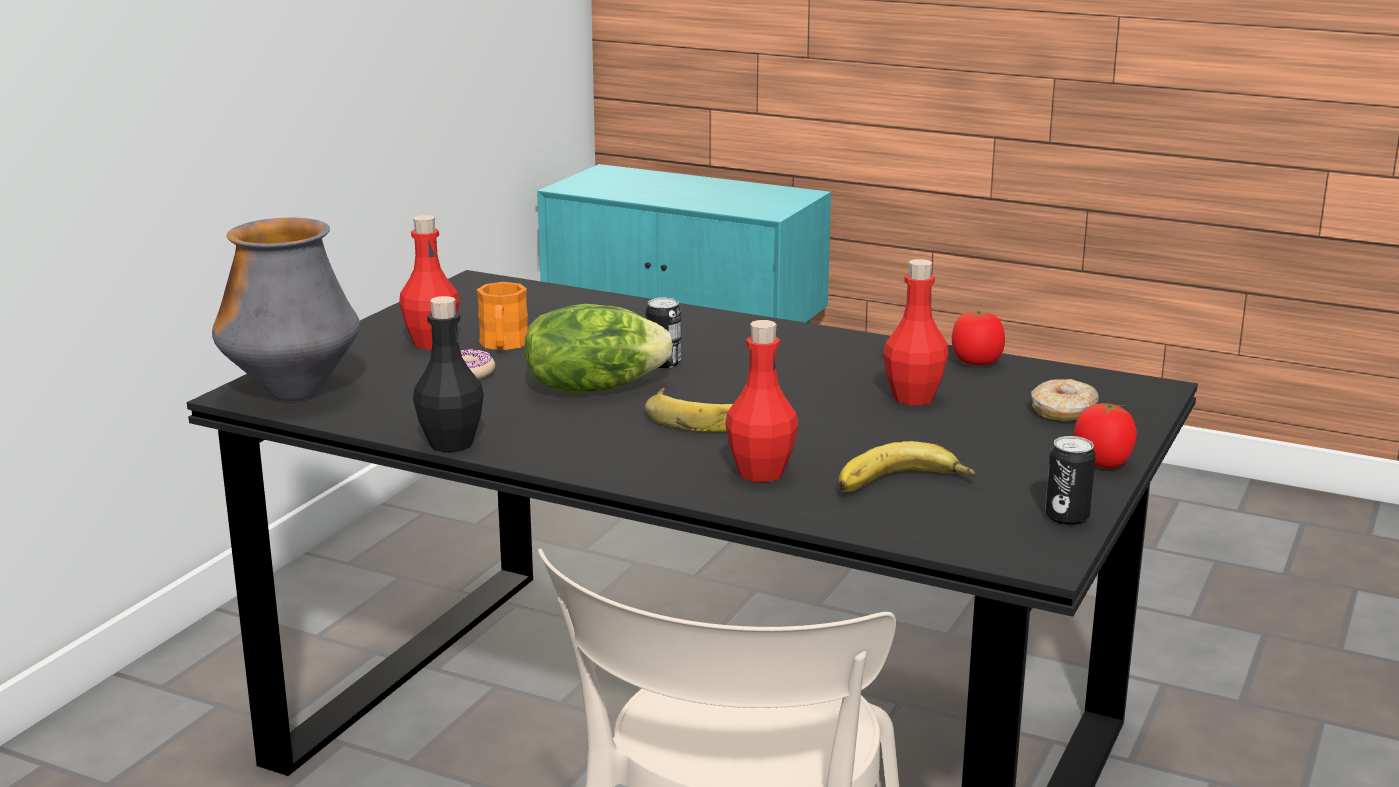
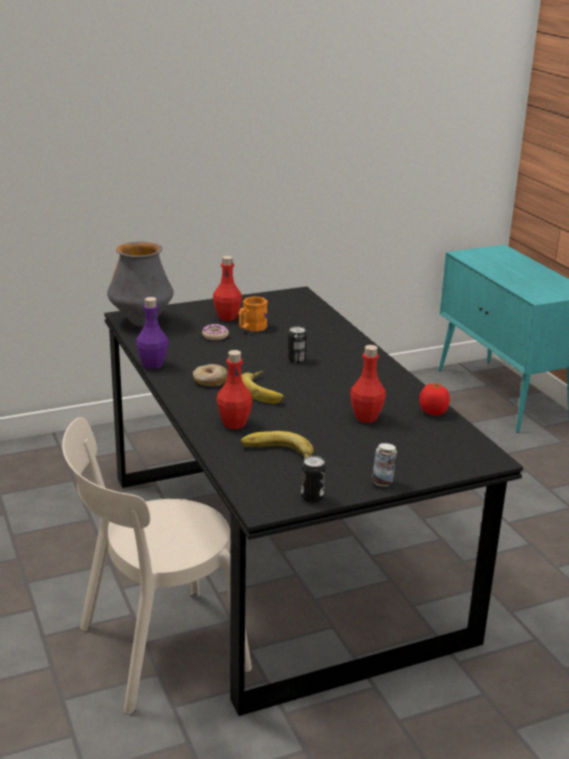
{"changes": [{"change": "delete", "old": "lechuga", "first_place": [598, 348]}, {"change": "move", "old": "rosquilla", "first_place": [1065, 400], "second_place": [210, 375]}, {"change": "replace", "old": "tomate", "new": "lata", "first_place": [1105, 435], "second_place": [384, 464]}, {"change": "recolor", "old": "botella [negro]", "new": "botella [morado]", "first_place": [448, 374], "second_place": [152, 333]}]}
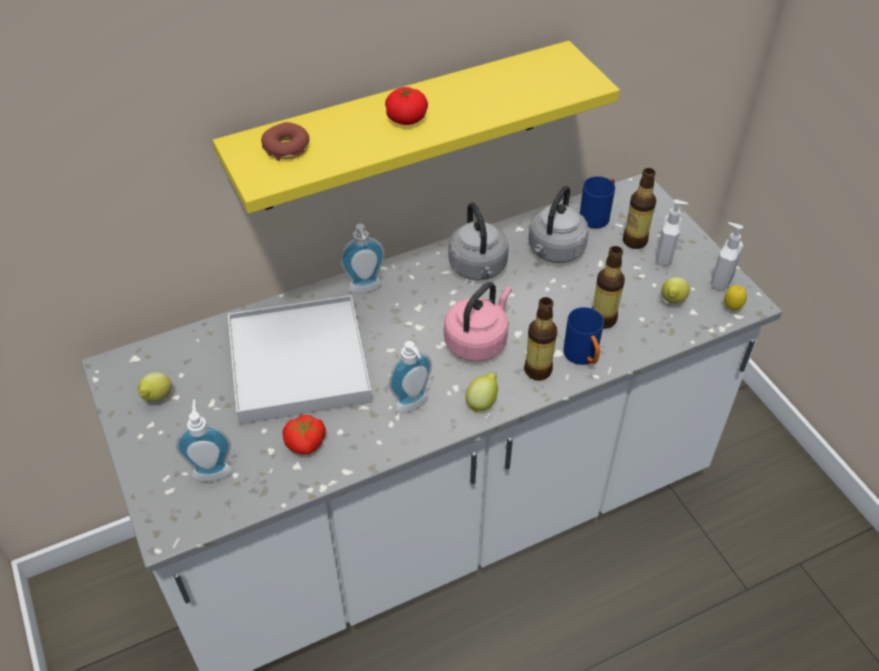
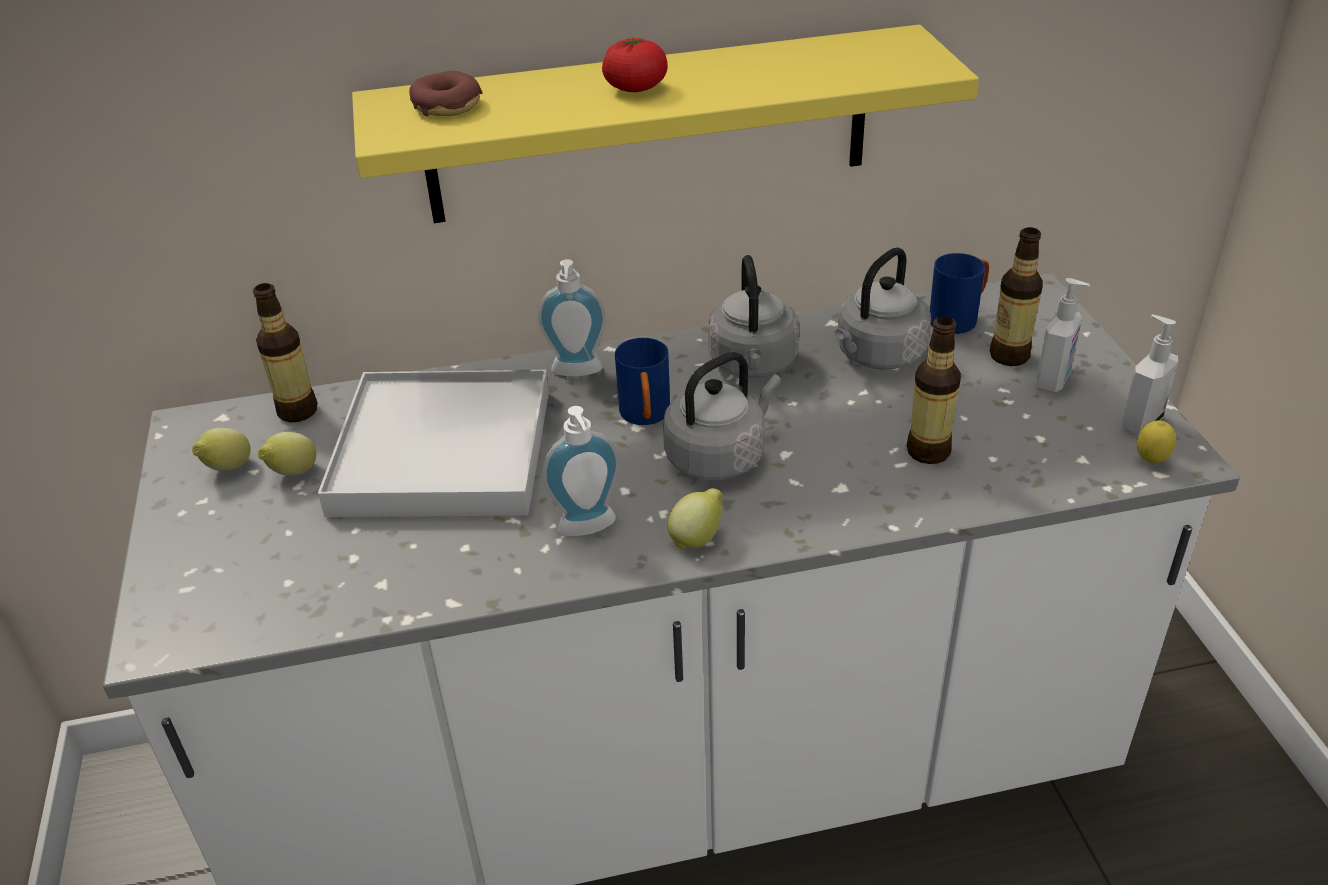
{"changes": [{"change": "delete", "old": "dispensador de jabón", "first_place": [204, 440]}, {"change": "delete", "old": "tomate", "first_place": [304, 435]}, {"change": "move", "old": "botella", "first_place": [540, 338], "second_place": [285, 352]}, {"change": "move", "old": "taza grande [azul]", "first_place": [583, 336], "second_place": [642, 381]}, {"change": "move", "old": "limón", "first_place": [675, 290], "second_place": [287, 454]}, {"change": "recolor", "old": "hervidor [rosa]", "new": "hervidor [gris]", "first_place": [478, 322], "second_place": [722, 416]}]}
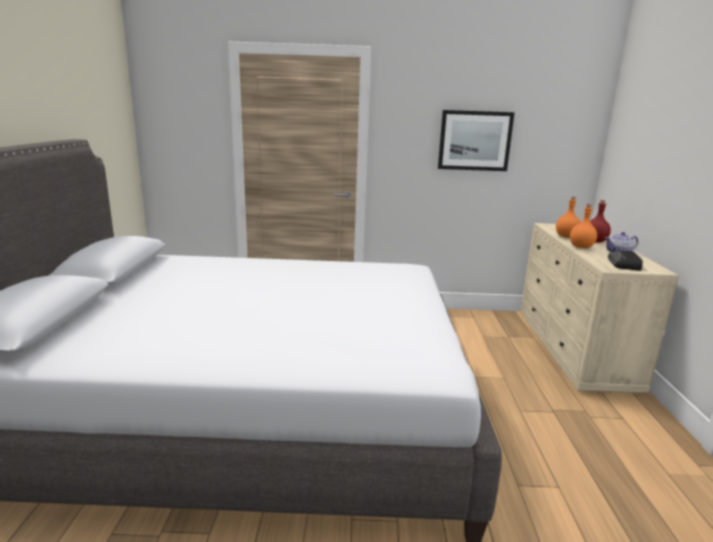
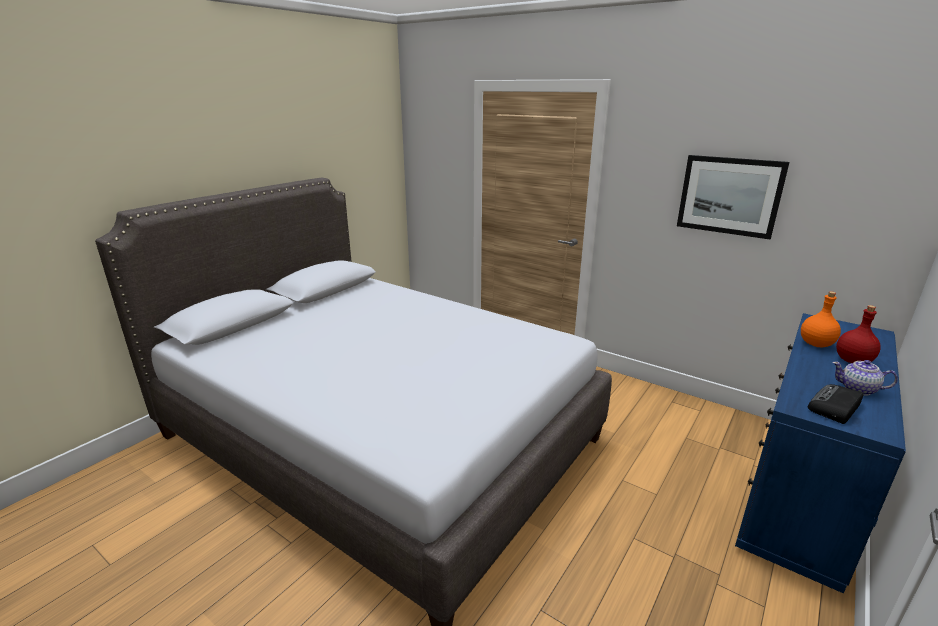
{"changes": [{"change": "delete", "old": "botella [naranja]", "first_place": [583, 226]}, {"change": "recolor", "old": "cómoda [beis]", "new": "cómoda [azul]", "first_place": [600, 308], "second_place": [820, 453]}]}
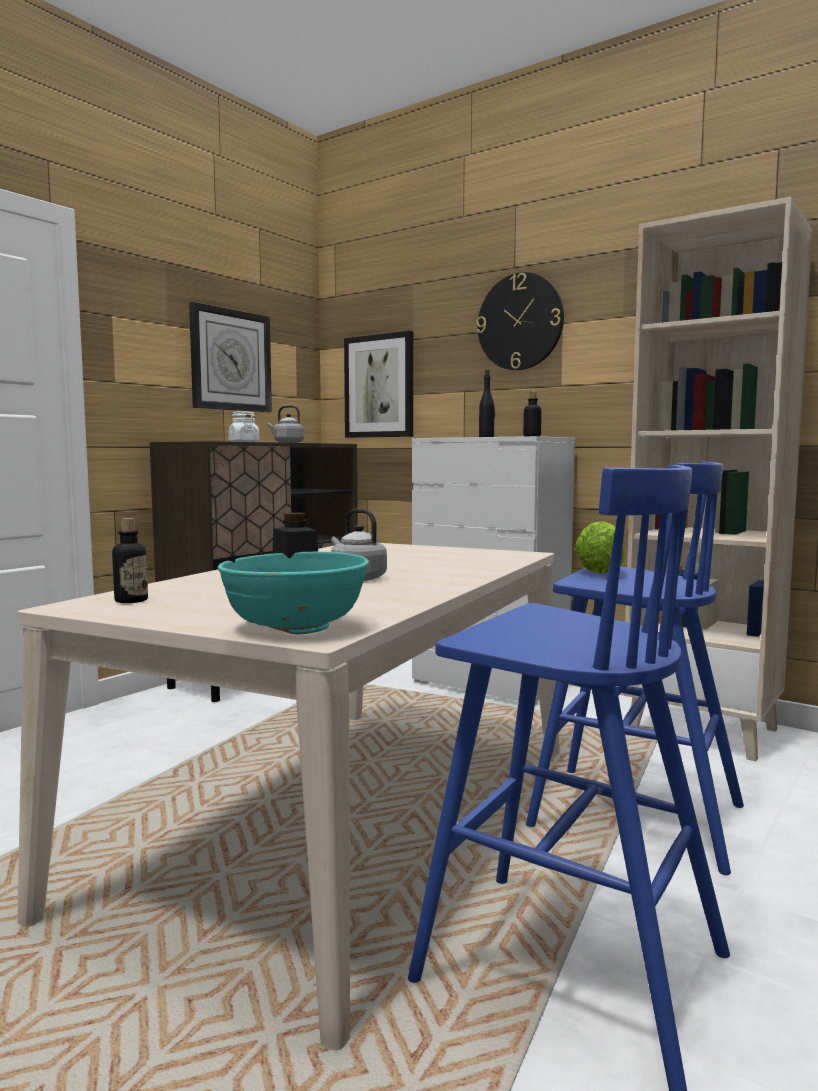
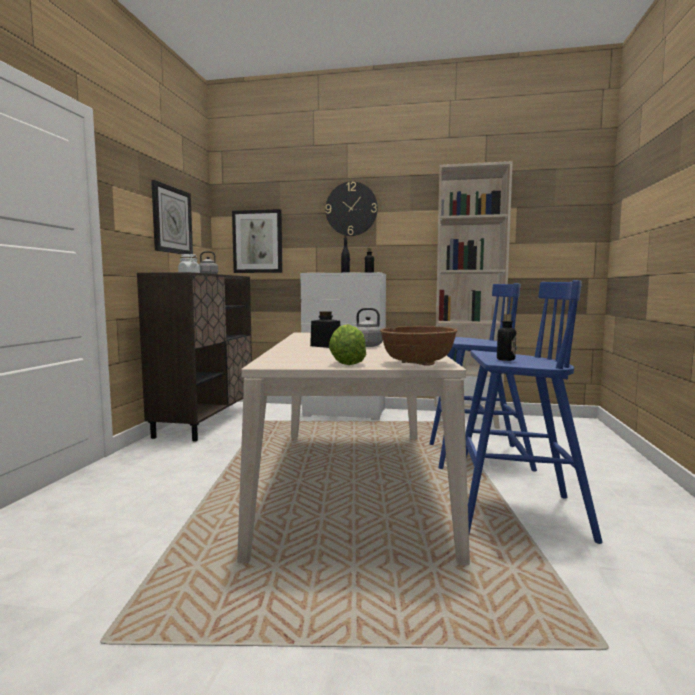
{"changes": [{"change": "move", "old": "botella", "first_place": [130, 560], "second_place": [506, 337]}, {"change": "move", "old": "lechuga", "first_place": [600, 547], "second_place": [348, 344]}, {"change": "recolor", "old": "cuenco [turquesa]", "new": "cuenco [marrón]", "first_place": [293, 593], "second_place": [418, 345]}]}
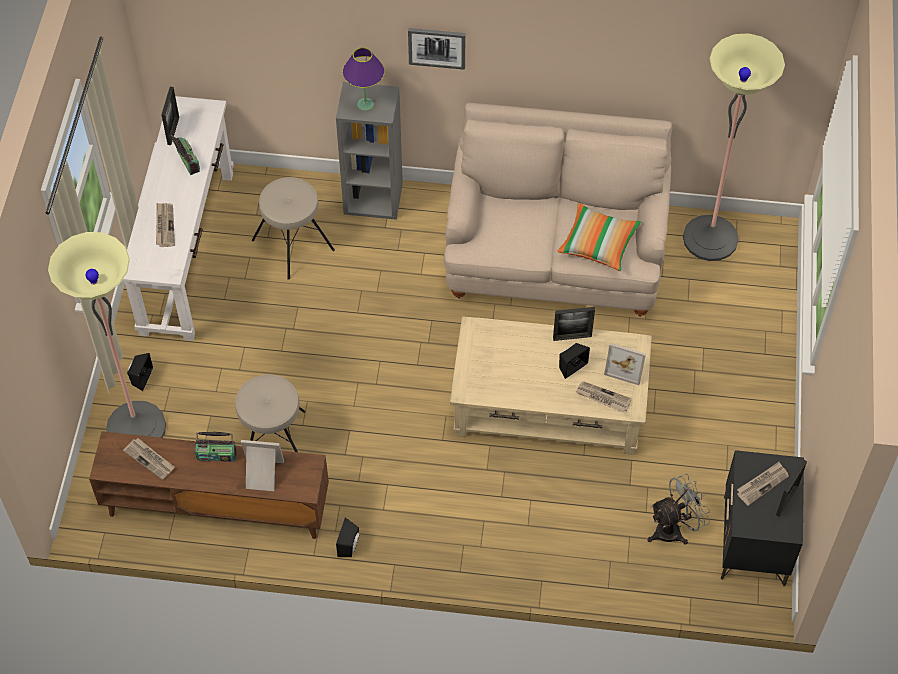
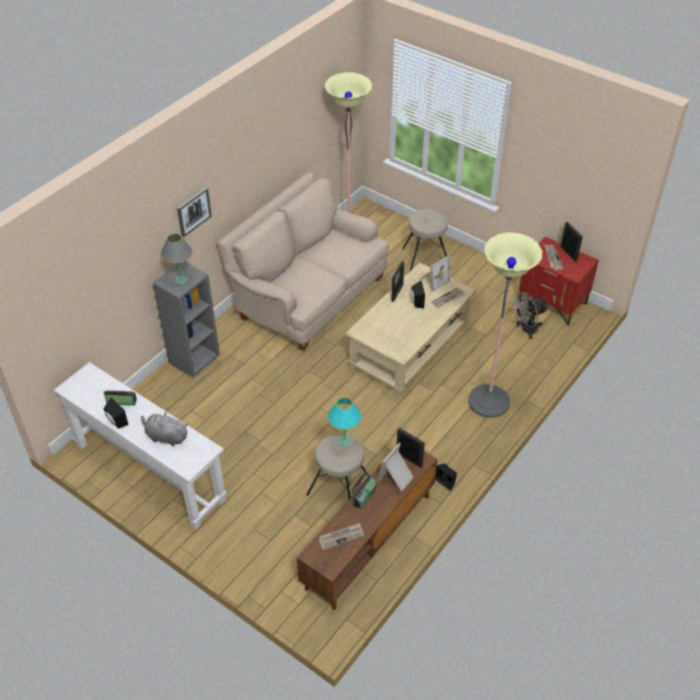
{"changes": [{"change": "delete", "old": "cojín", "first_place": [599, 237]}, {"change": "insert", "new": "lámpara de mesa [turquesa]", "second_place": [345, 422]}, {"change": "move", "old": "lámpara de pie", "first_place": [107, 335], "second_place": [505, 325]}, {"change": "move", "old": "altavoz [negro]", "first_place": [140, 372], "second_place": [116, 413]}, {"change": "move", "old": "portarretratos", "first_place": [170, 116], "second_place": [410, 448]}, {"change": "move", "old": "taburete [beis]", "first_place": [293, 228], "second_place": [425, 240]}, {"change": "replace", "old": "periódico", "new": "peluche [gris]", "first_place": [165, 225], "second_place": [164, 429]}, {"change": "recolor", "old": "lámpara de mesa [morado]", "new": "lámpara de mesa [gris]", "first_place": [363, 79], "second_place": [177, 258]}, {"change": "recolor", "old": "mesita de noche [negro]", "new": "mesita de noche [rojo]", "first_place": [762, 518], "second_place": [559, 281]}, {"change": "rotate", "old": "ventilador [gris]", "first_place": [678, 509], "second_place": [529, 315], "degrees": -120}]}
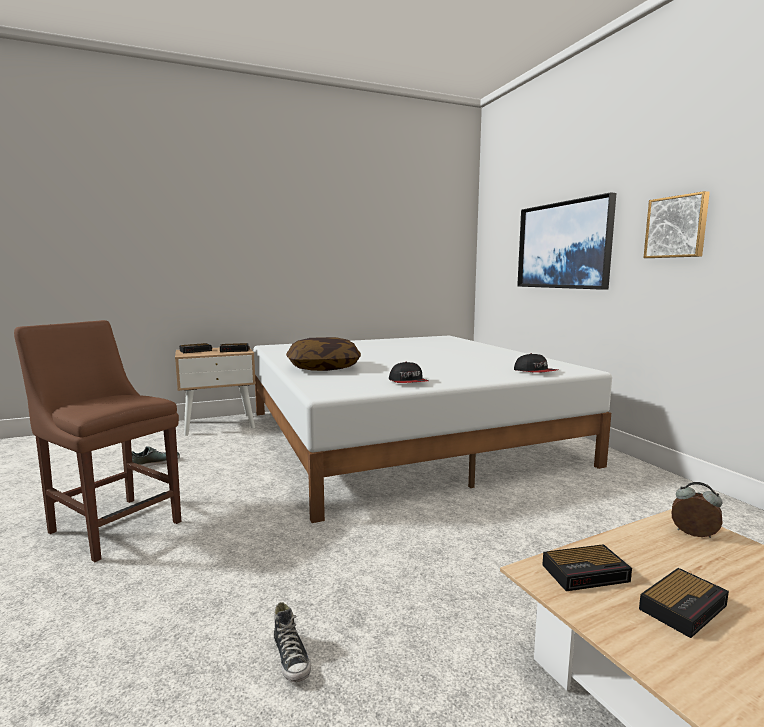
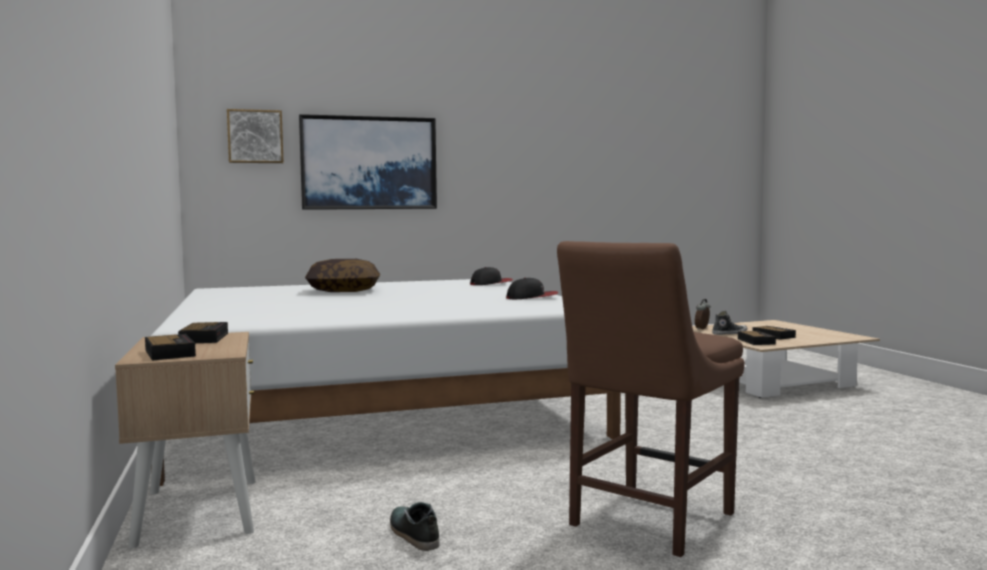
{"changes": [{"change": "move", "old": "zapato", "first_place": [292, 642], "second_place": [729, 323]}, {"change": "move", "old": "cojín", "first_place": [323, 354], "second_place": [342, 275]}, {"change": "move", "old": "cuadro", "first_place": [677, 224], "second_place": [255, 136]}]}
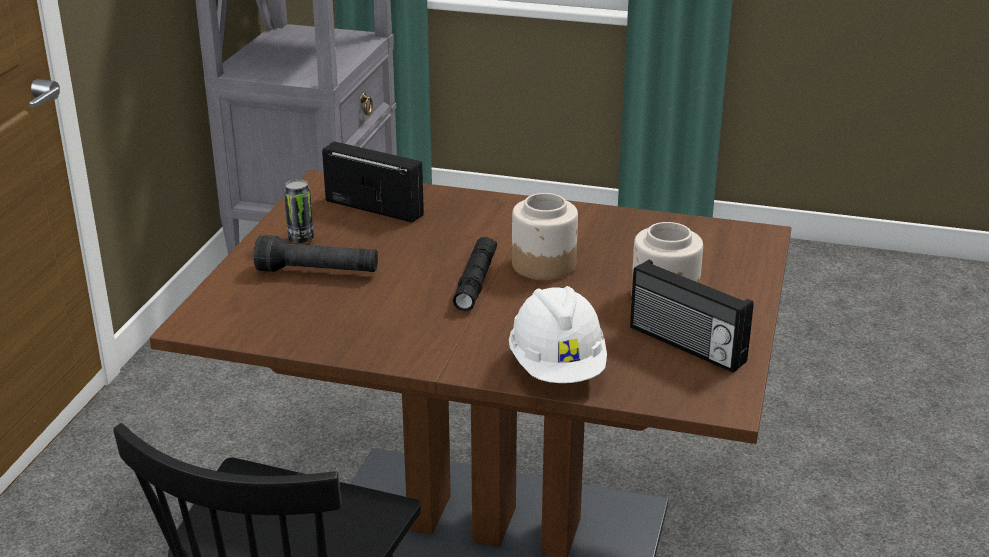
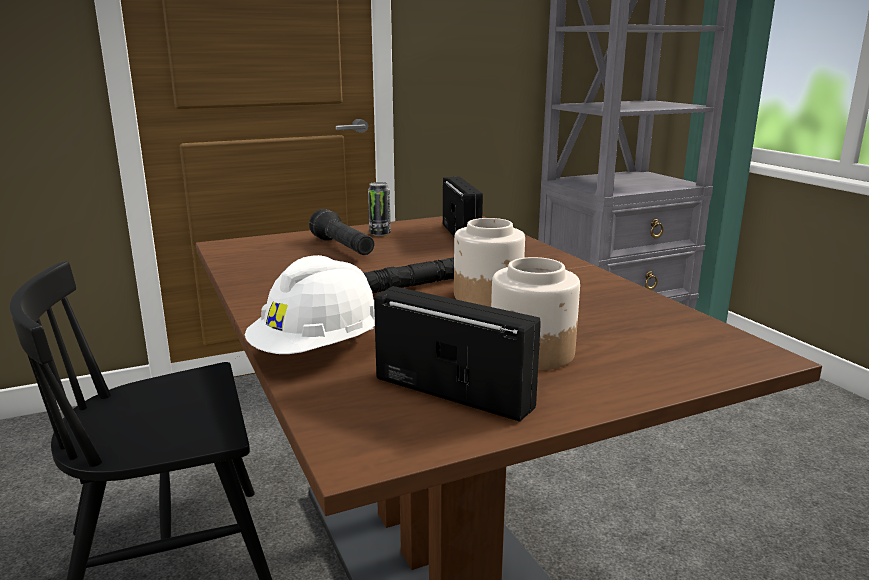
{"changes": [{"change": "rotate", "old": "radio", "first_place": [692, 316], "second_place": [457, 354], "degrees": 120}]}
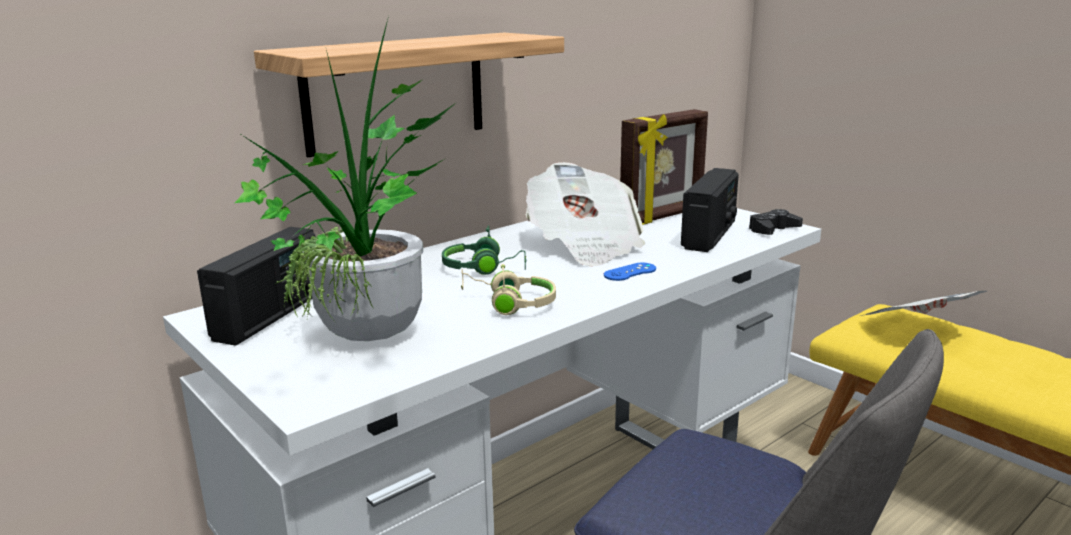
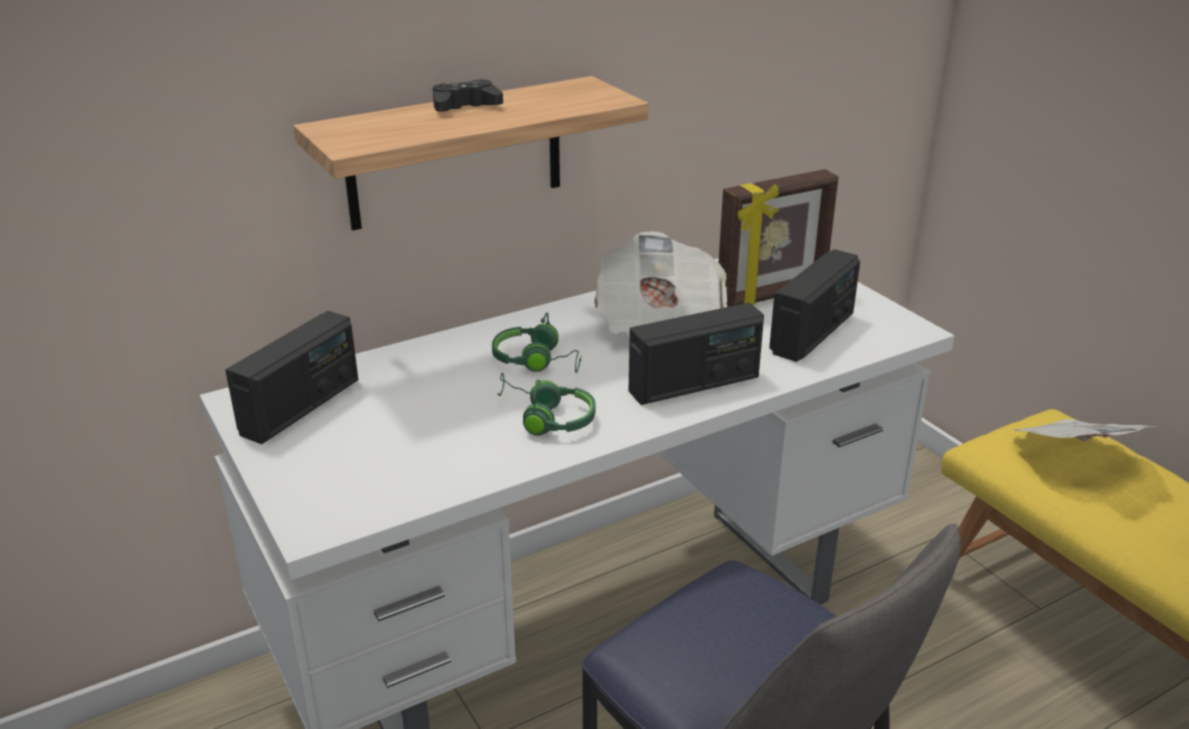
{"changes": [{"change": "delete", "old": "planta en maceta", "first_place": [346, 178]}, {"change": "move", "old": "mando de consola [negro]", "first_place": [776, 222], "second_place": [467, 95]}, {"change": "replace", "old": "mando de consola [azul]", "new": "radio", "first_place": [630, 272], "second_place": [696, 354]}, {"change": "recolor", "old": "auriculares [beis]", "new": "auriculares [verde]", "first_place": [508, 289], "second_place": [546, 404]}]}
